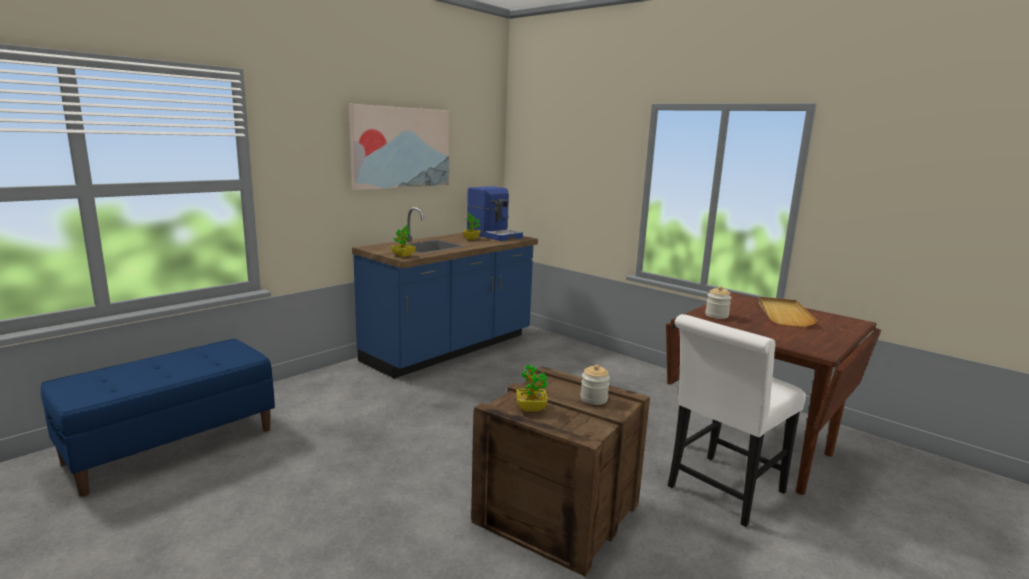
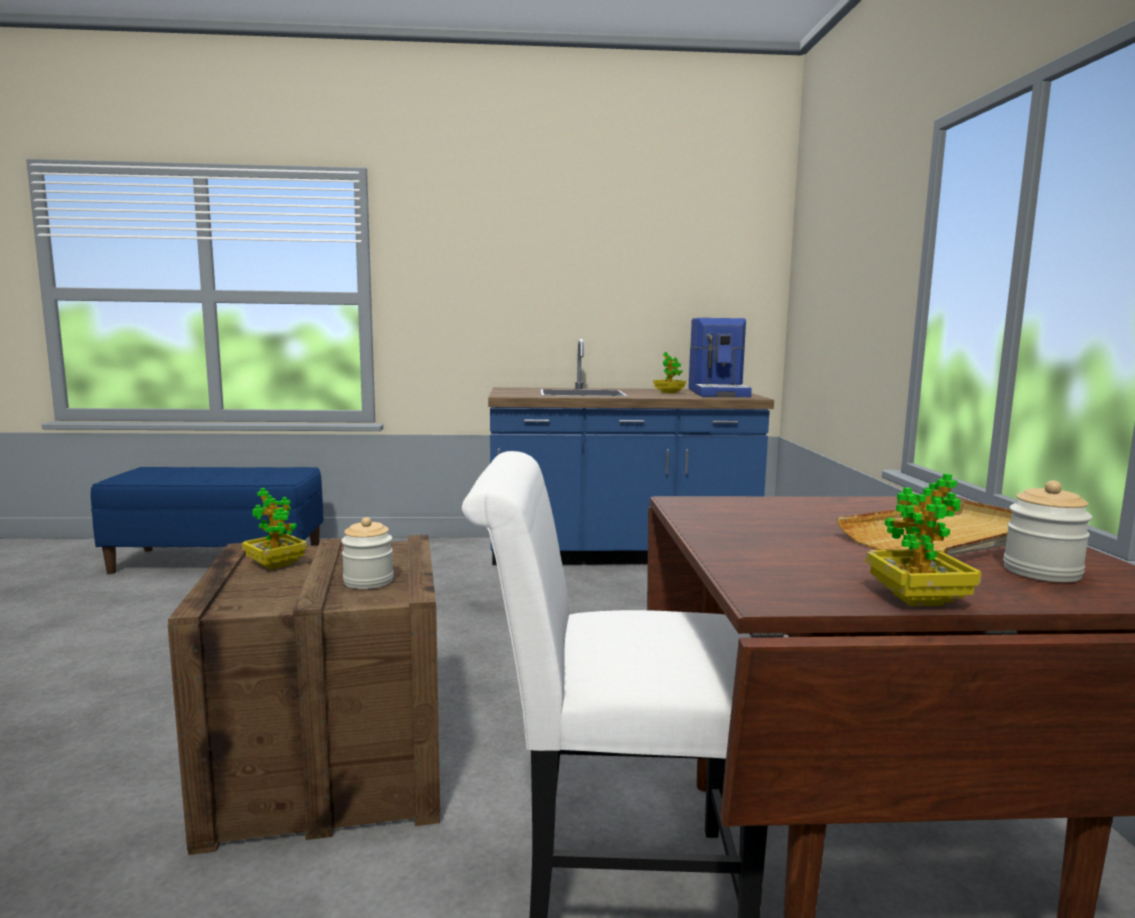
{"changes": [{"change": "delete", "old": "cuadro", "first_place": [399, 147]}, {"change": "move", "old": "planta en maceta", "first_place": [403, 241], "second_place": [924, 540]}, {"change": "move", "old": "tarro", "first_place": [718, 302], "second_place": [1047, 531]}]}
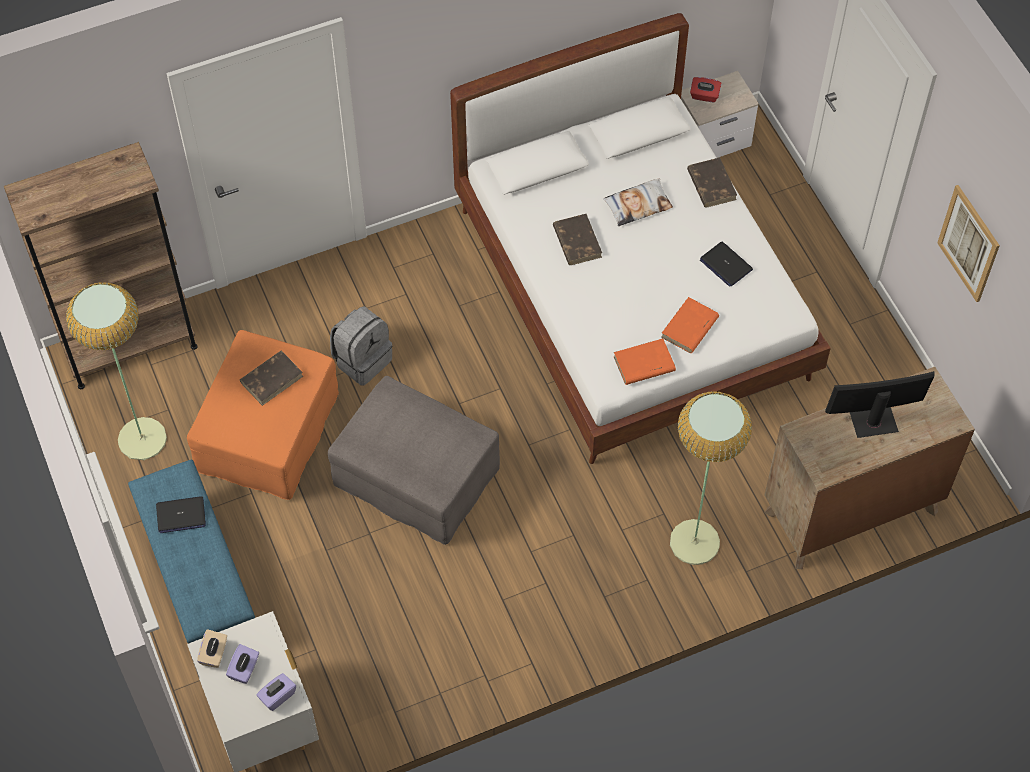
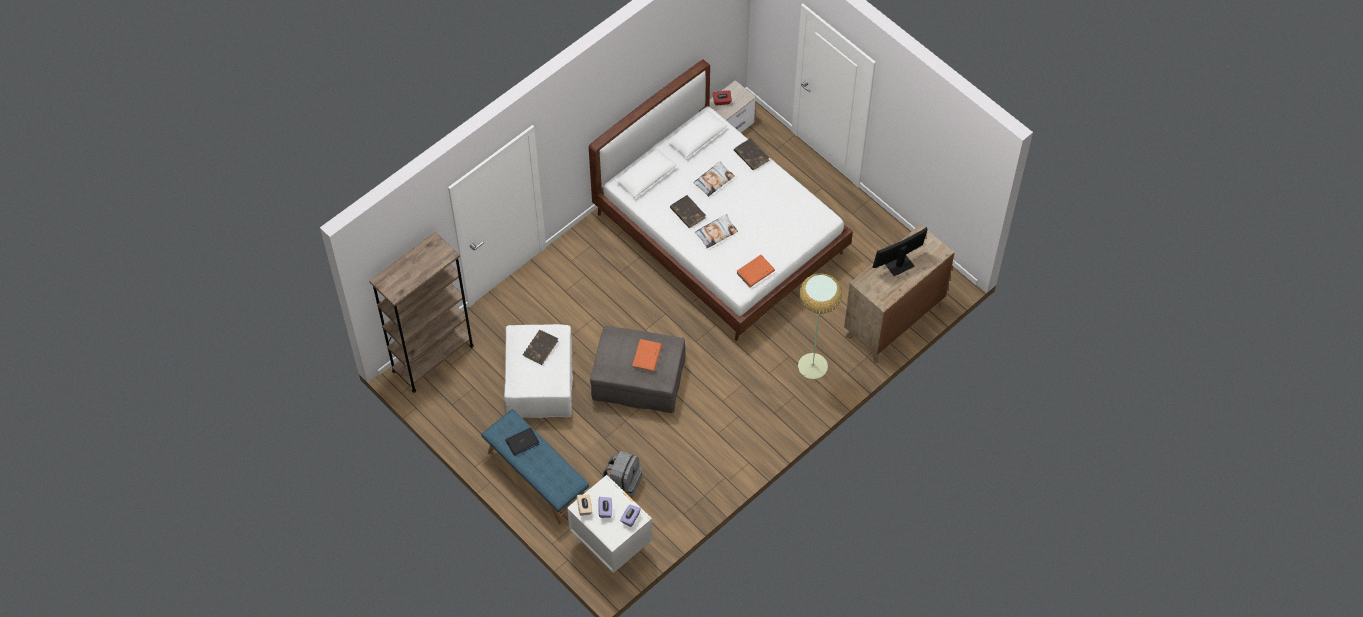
{"changes": [{"change": "delete", "old": "lámpara de pie", "first_place": [116, 371]}, {"change": "delete", "old": "portátil", "first_place": [726, 264]}, {"change": "delete", "old": "cuadro", "first_place": [968, 243]}, {"change": "insert", "new": "cojín", "second_place": [716, 231]}, {"change": "move", "old": "mochila [gris]", "first_place": [361, 346], "second_place": [622, 474]}, {"change": "move", "old": "libro [naranja]", "first_place": [690, 325], "second_place": [647, 356]}, {"change": "recolor", "old": "puf [naranja]", "new": "puf [blanco]", "first_place": [263, 415], "second_place": [538, 371]}]}
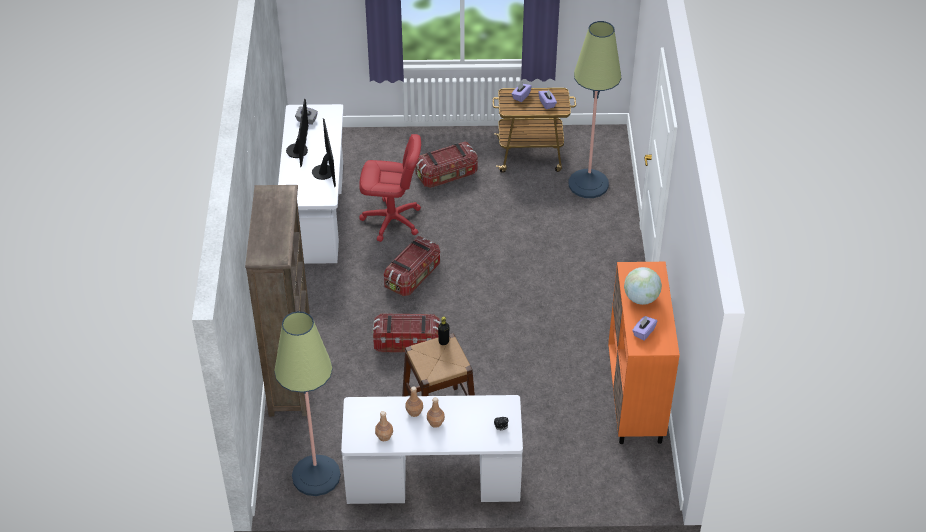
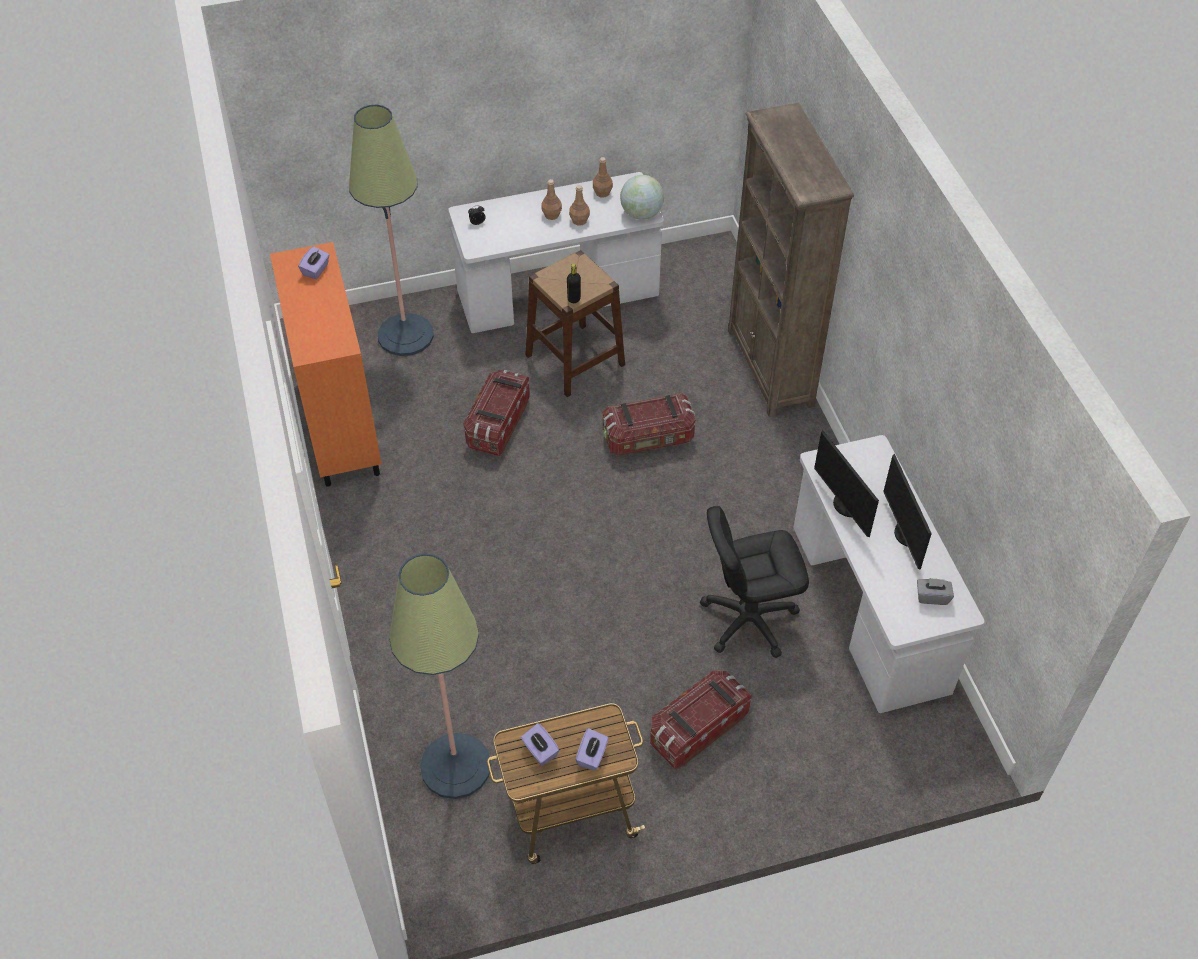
{"changes": [{"change": "move", "old": "lámpara de pie", "first_place": [307, 403], "second_place": [391, 230]}, {"change": "move", "old": "caja de almacenaje", "first_place": [412, 266], "second_place": [496, 413]}, {"change": "move", "old": "globo terráqueo", "first_place": [643, 286], "second_place": [642, 197]}, {"change": "recolor", "old": "silla de oficina [rojo]", "new": "silla de oficina [negro]", "first_place": [390, 188], "second_place": [754, 582]}]}
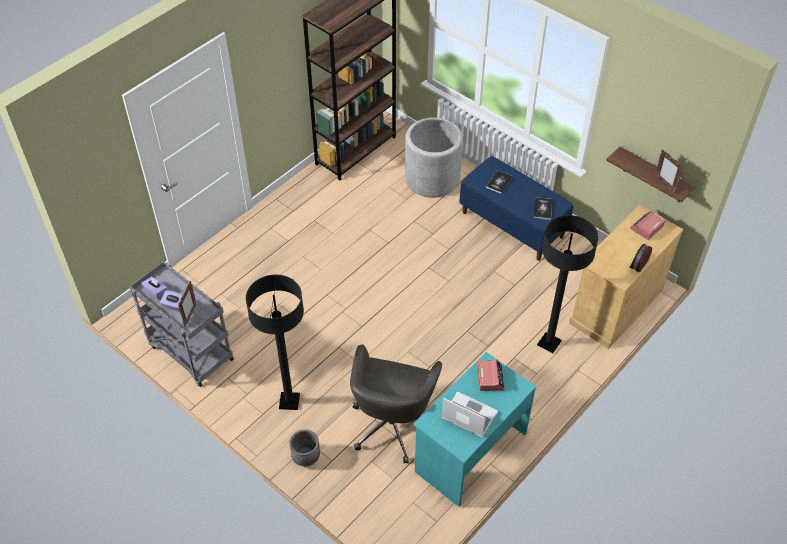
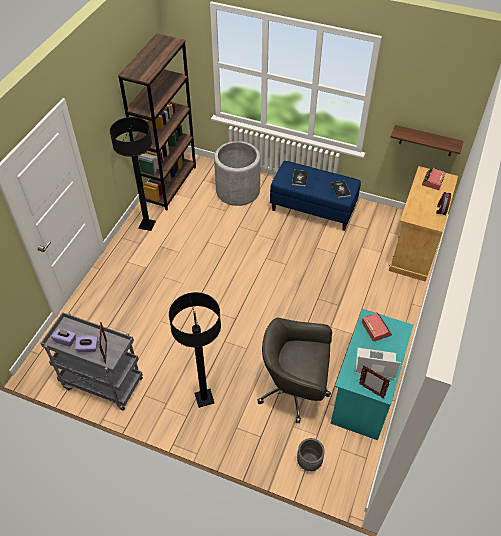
{"changes": [{"change": "move", "old": "maceta [gris]", "first_place": [304, 447], "second_place": [311, 454]}, {"change": "move", "old": "lámpara de pie [negro]", "first_place": [568, 284], "second_place": [133, 174]}, {"change": "move", "old": "portarretratos", "first_place": [669, 171], "second_place": [374, 381]}, {"change": "rotate", "old": "silla de oficina [gris]", "first_place": [396, 404], "second_place": [294, 371], "degrees": 105}]}
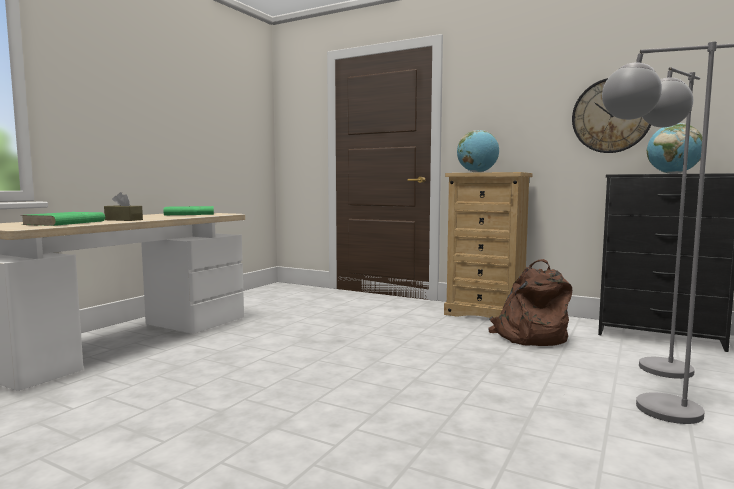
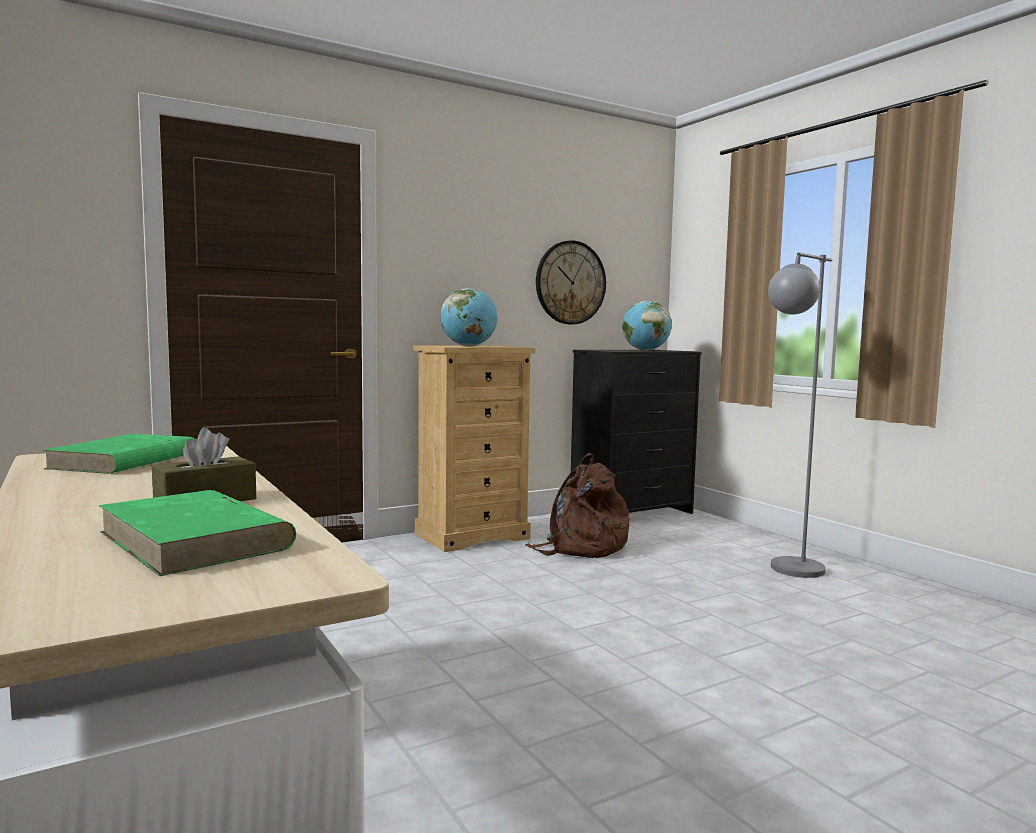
{"changes": [{"change": "delete", "old": "lámpara de pie [gris]", "first_place": [669, 223]}]}
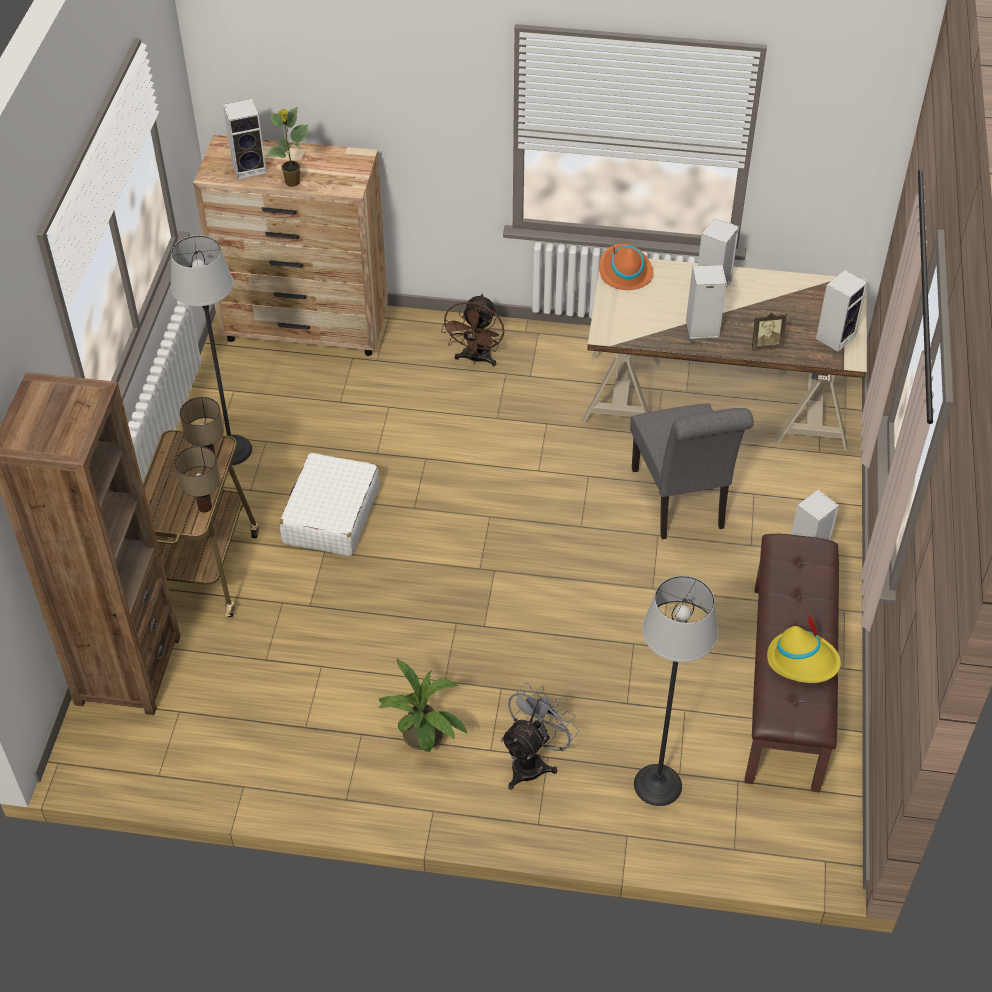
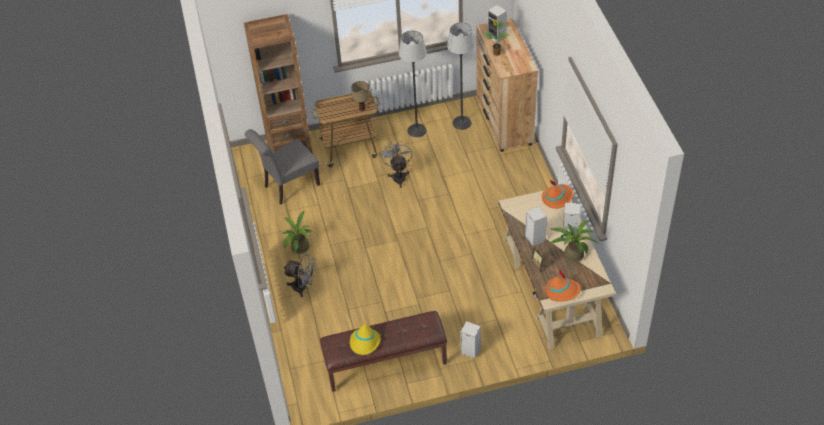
{"changes": [{"change": "delete", "old": "lámpara de mesa", "first_place": [197, 479]}, {"change": "delete", "old": "ventilador [marrón]", "first_place": [472, 330]}, {"change": "insert", "new": "planta en maceta", "second_place": [573, 241]}, {"change": "move", "old": "silla [gris]", "first_place": [692, 471], "second_place": [282, 167]}, {"change": "move", "old": "lámpara de pie", "first_place": [676, 691], "second_place": [461, 76]}, {"change": "replace", "old": "maleta [blanco]", "new": "ventilador [gris]", "first_place": [330, 504], "second_place": [396, 164]}, {"change": "replace", "old": "altavoz", "new": "sombrero [naranja]", "first_place": [842, 311], "second_place": [563, 285]}]}
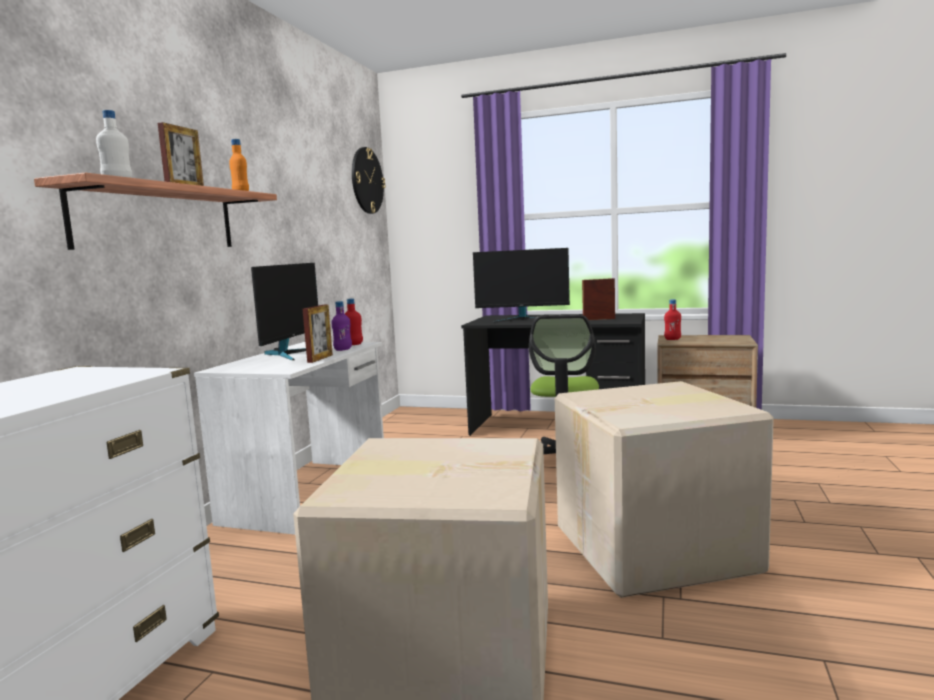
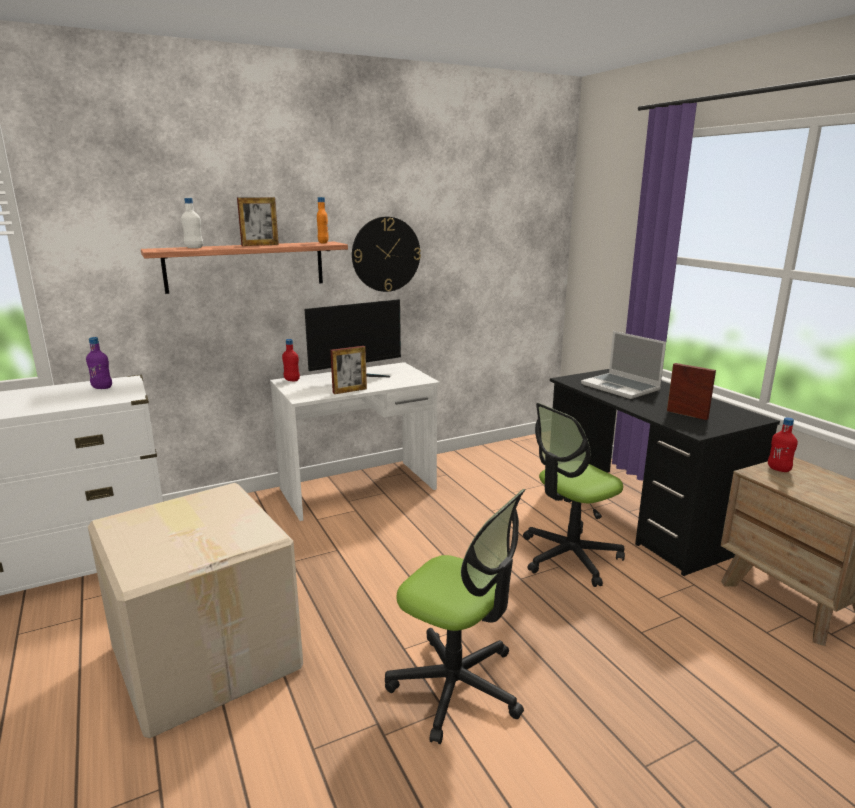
{"changes": [{"change": "move", "old": "botella [morado]", "first_place": [342, 326], "second_place": [99, 363]}, {"change": "move", "old": "botella [rojo]", "first_place": [354, 321], "second_place": [291, 360]}, {"change": "move", "old": "reloj de pared", "first_place": [368, 180], "second_place": [386, 254]}, {"change": "replace", "old": "monitor", "new": "portátil", "first_place": [521, 285], "second_place": [623, 365]}, {"change": "replace", "old": "caja de cartón", "new": "silla de oficina", "first_place": [664, 489], "second_place": [455, 616]}]}
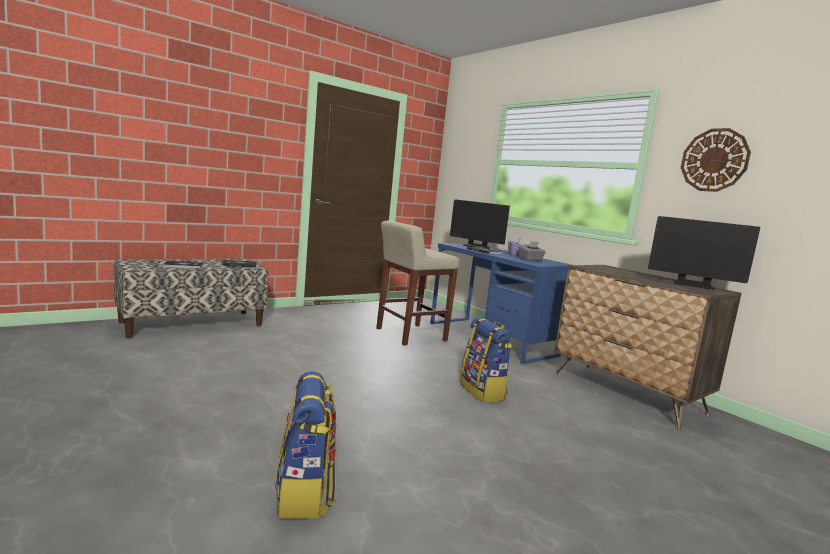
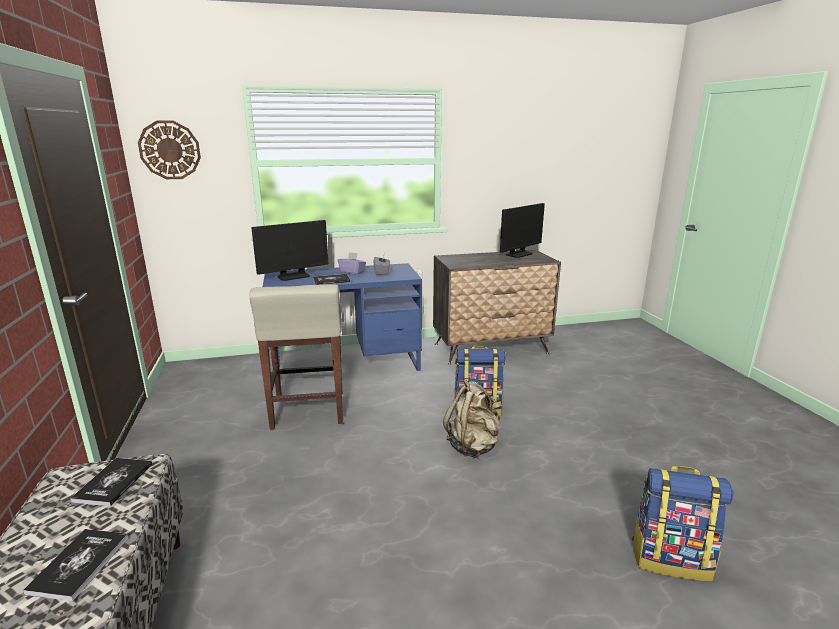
{"changes": [{"change": "insert", "new": "mochila [beis]", "second_place": [471, 418]}, {"change": "move", "old": "reloj de pared", "first_place": [716, 160], "second_place": [169, 149]}]}
